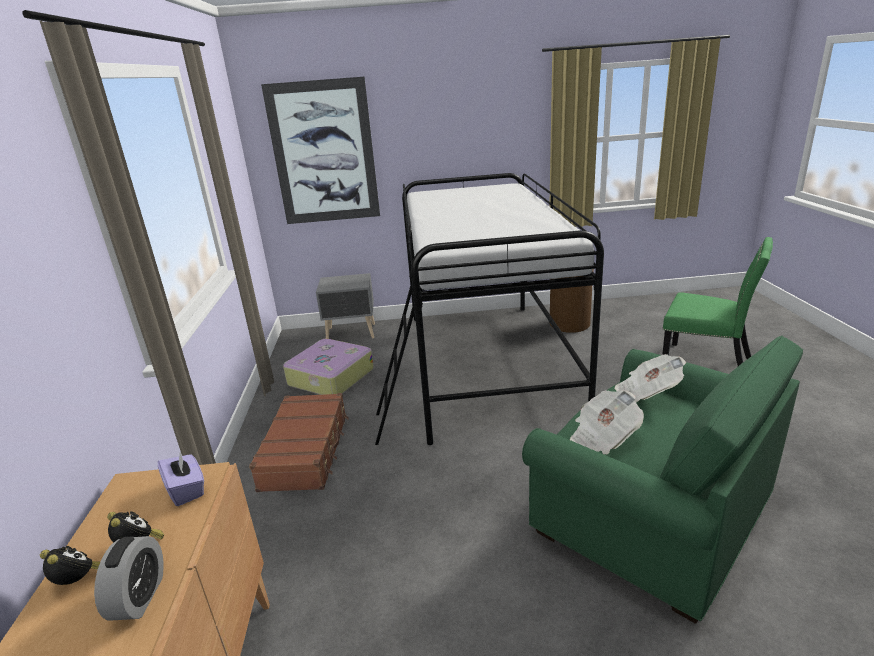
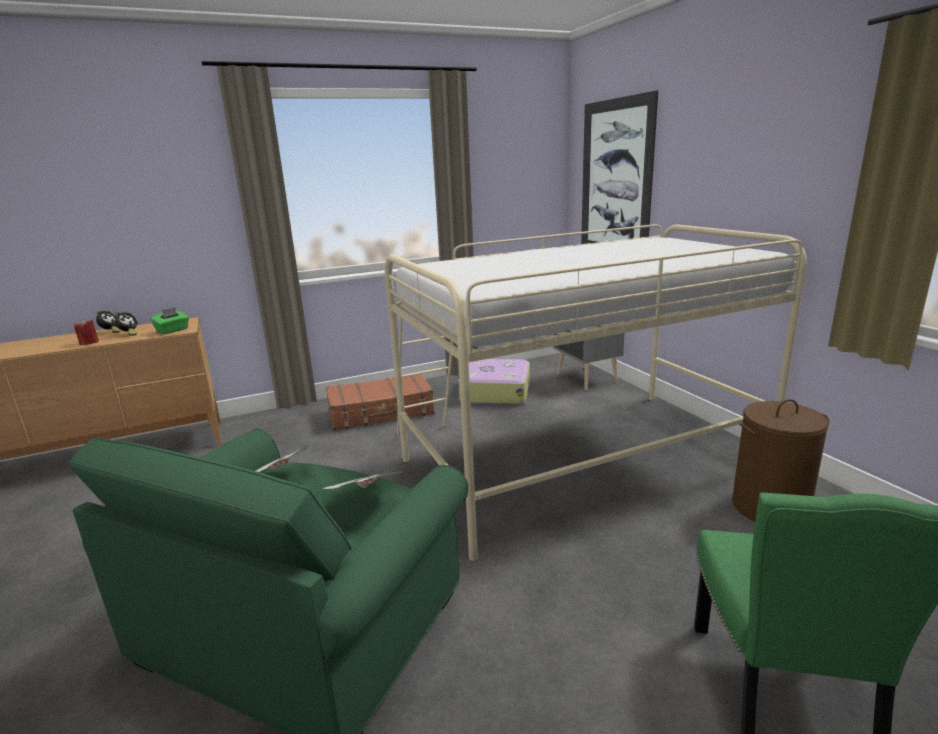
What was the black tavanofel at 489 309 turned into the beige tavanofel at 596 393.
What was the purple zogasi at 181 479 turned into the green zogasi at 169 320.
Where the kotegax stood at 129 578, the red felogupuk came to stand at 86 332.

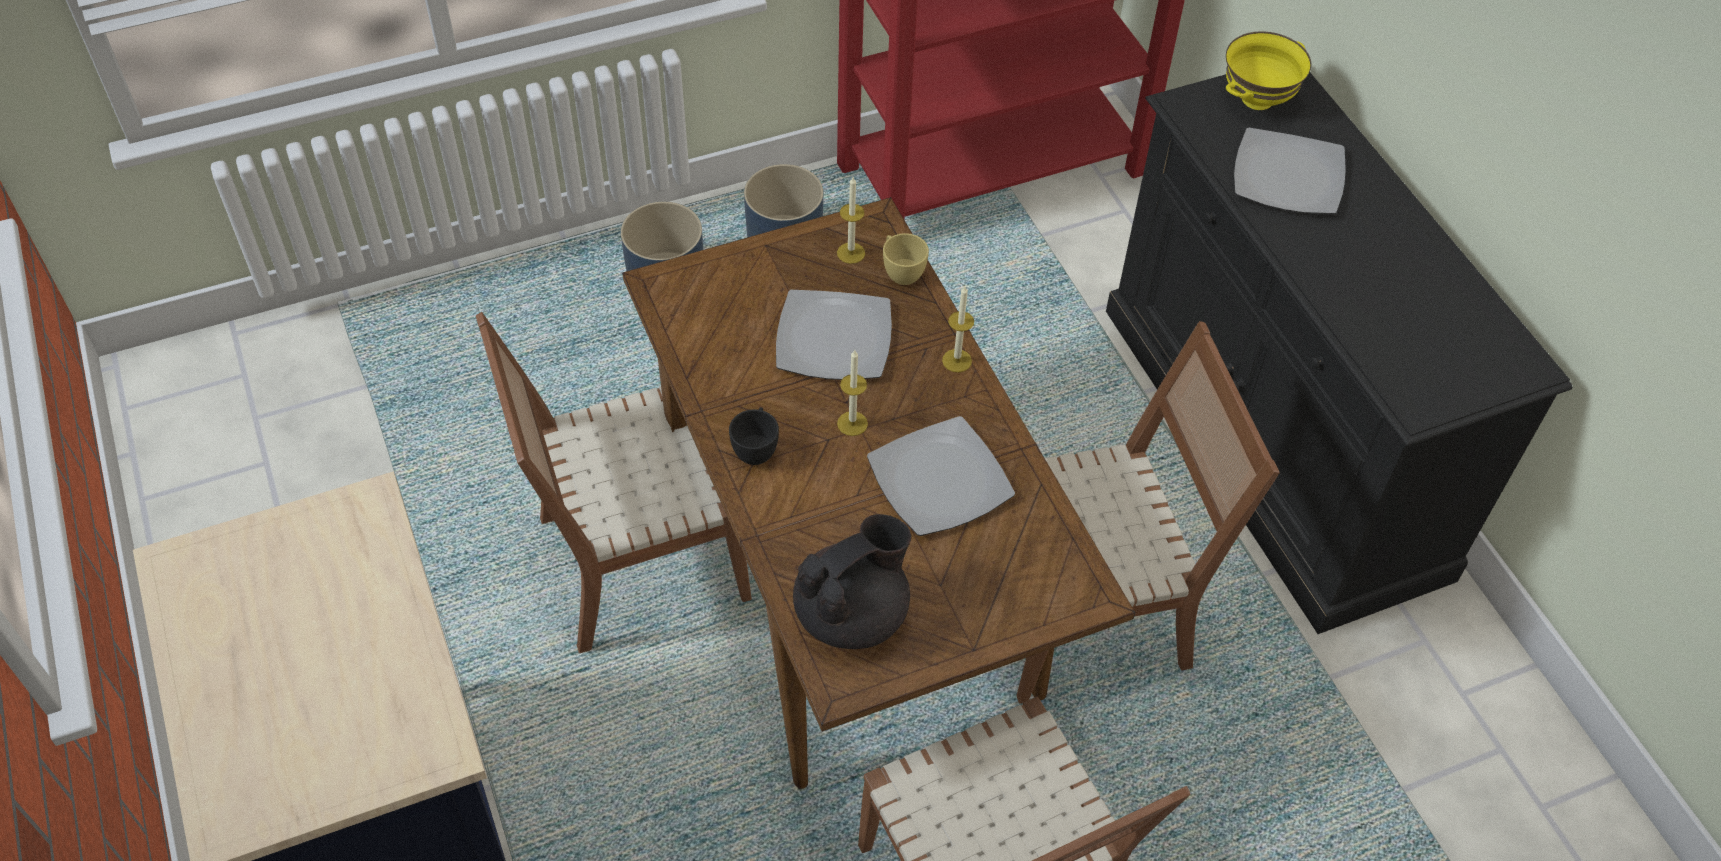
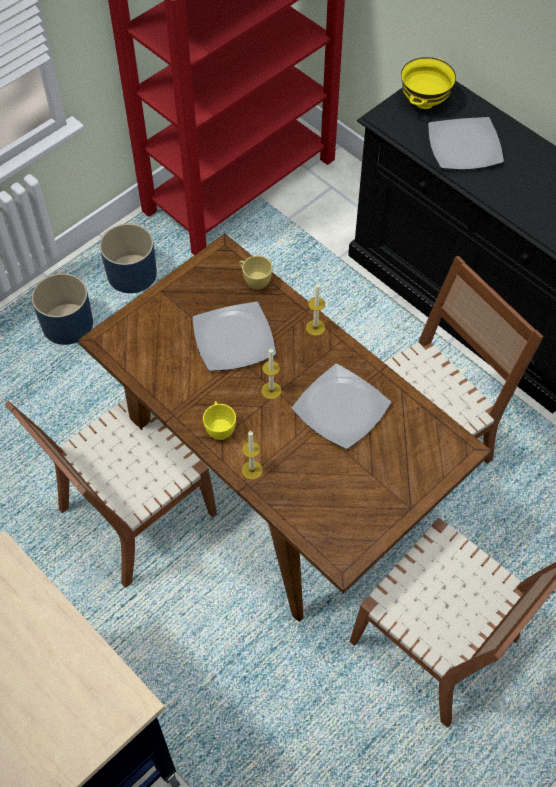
The felogupuk ended up elsewhere, having gone from 851 220 to 252 455.
What was the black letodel at 754 436 turned into the yellow letodel at 219 420.
The second view lost the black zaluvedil at 852 581.

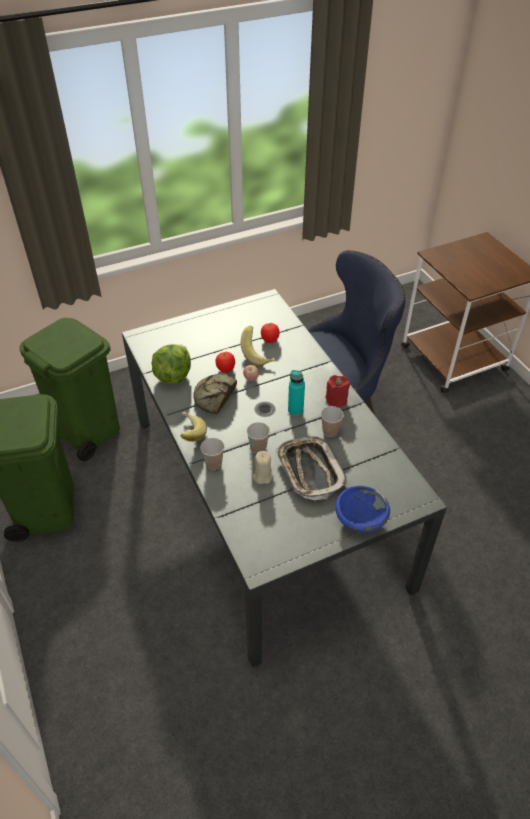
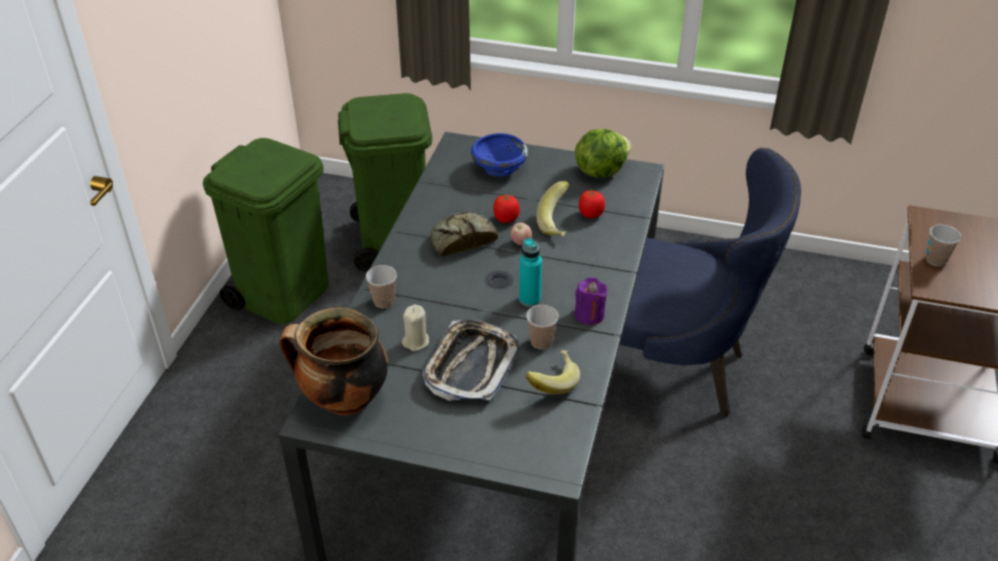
The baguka ended up elsewhere, having gone from 171 364 to 603 153.
What was the red felogupuk at 337 391 turned into the purple felogupuk at 591 301.
The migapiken ended up elsewhere, having gone from 194 426 to 552 372.
The letodel ended up elsewhere, having gone from 258 438 to 943 245.
The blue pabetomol ended up elsewhere, having gone from 362 509 to 499 155.
The second view gained the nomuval at 333 361.

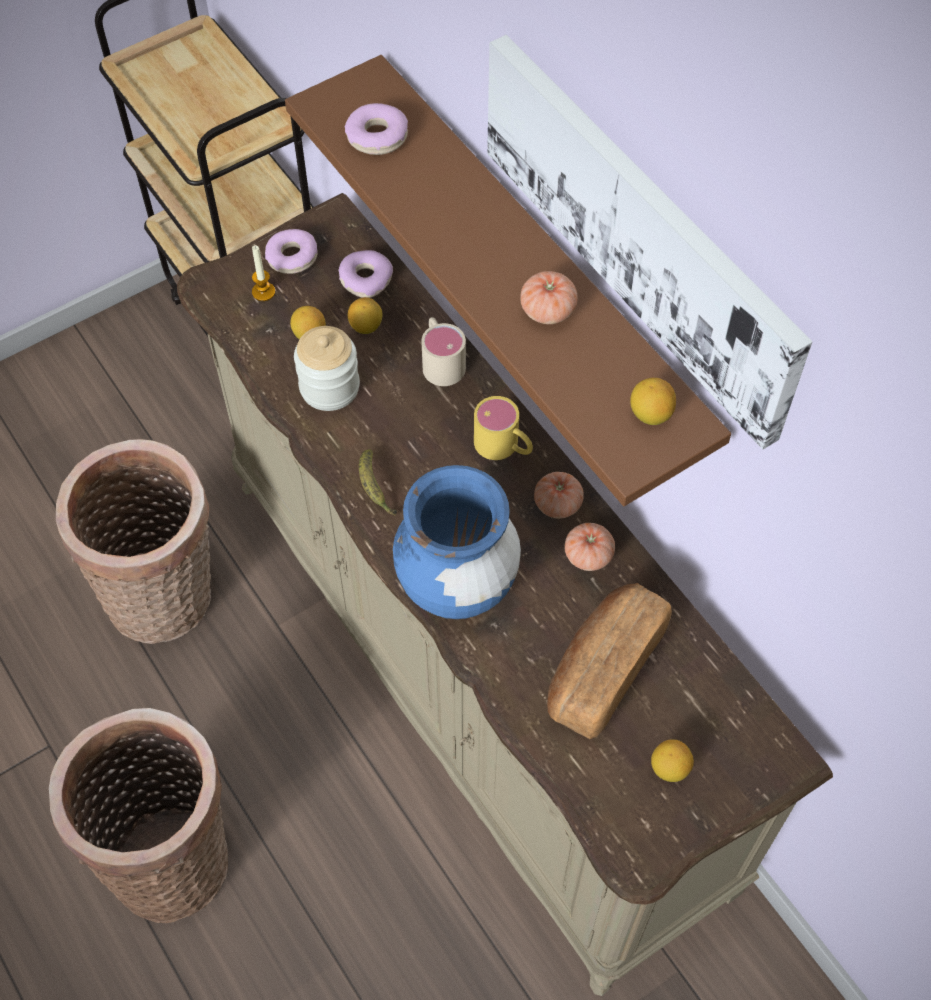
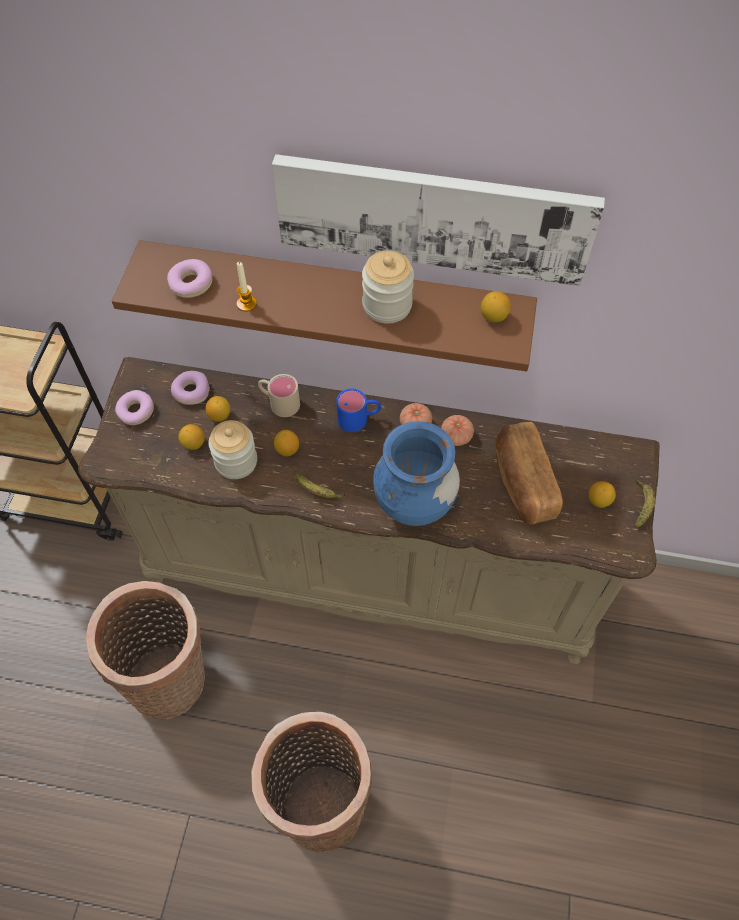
The felogupuk ended up elsewhere, having gone from 263 273 to 247 287.
Where the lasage stood at 549 297, the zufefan came to stand at 388 287.
What was the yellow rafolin at 503 428 turned into the blue rafolin at 359 410.
The second view gained the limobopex at 286 443.
The second view gained the migapiken at 645 504.

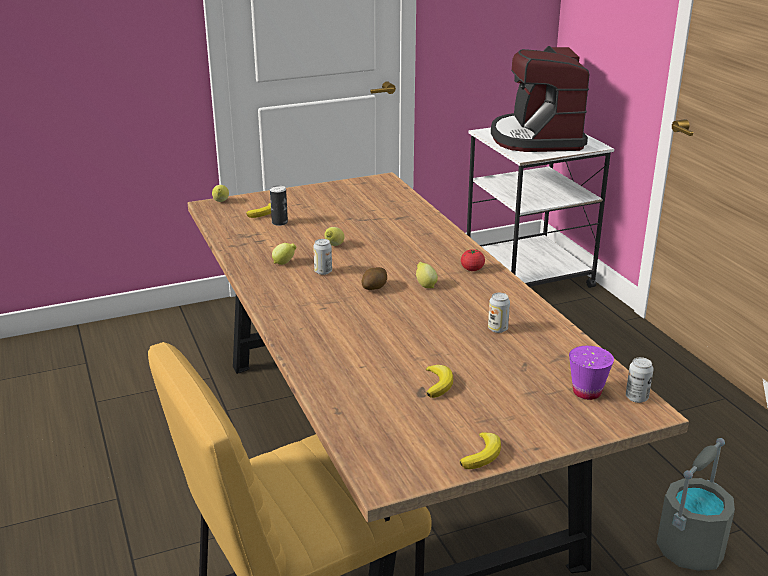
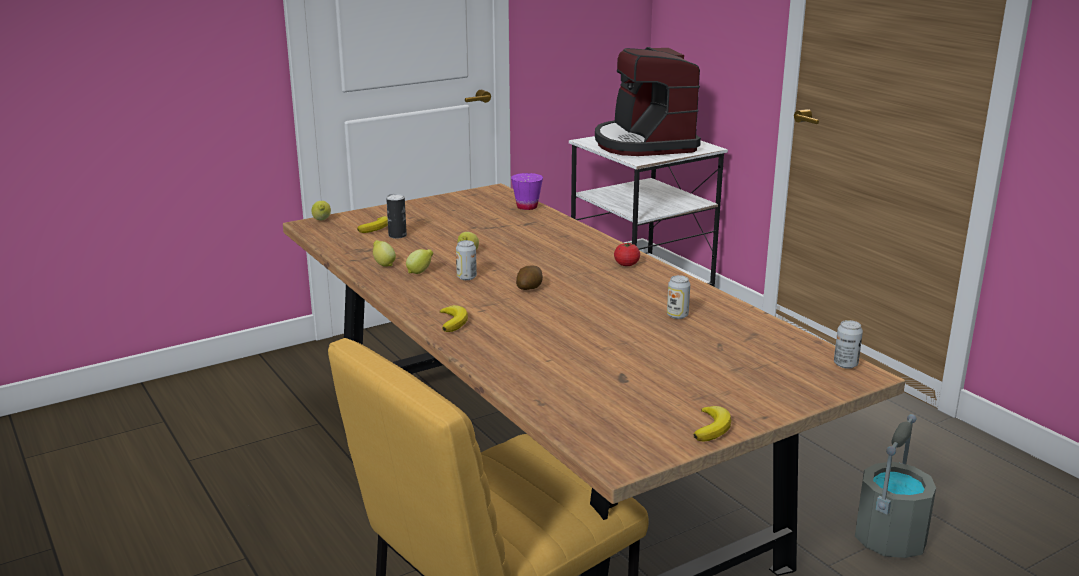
The limobopex ended up elsewhere, having gone from 427 275 to 384 253.
The purple letodel ended up elsewhere, having gone from 591 373 to 527 191.
The migapiken ended up elsewhere, having gone from 439 381 to 454 318.

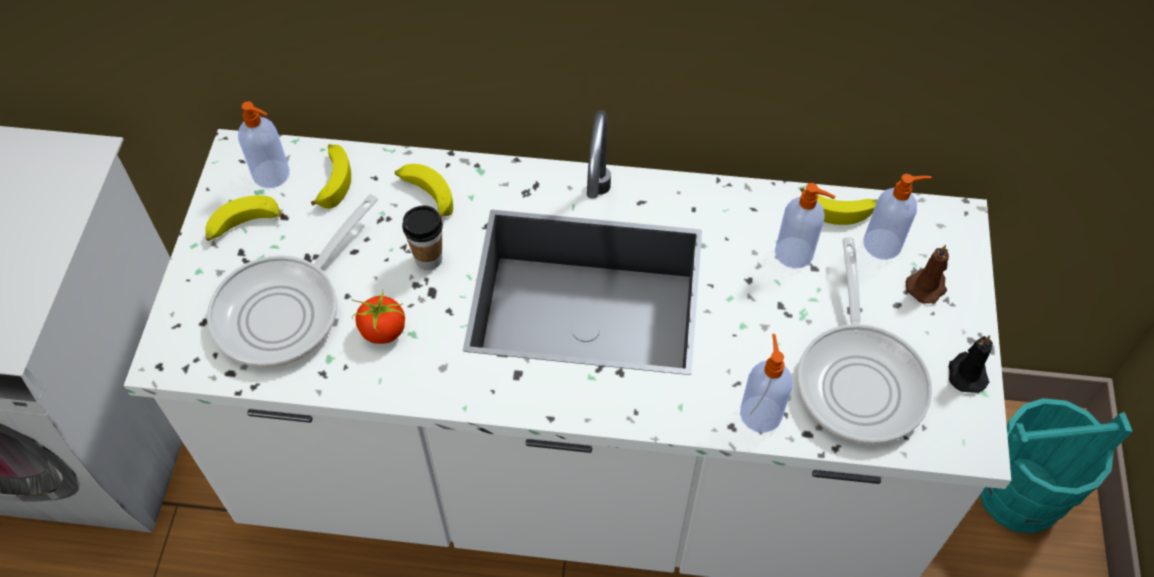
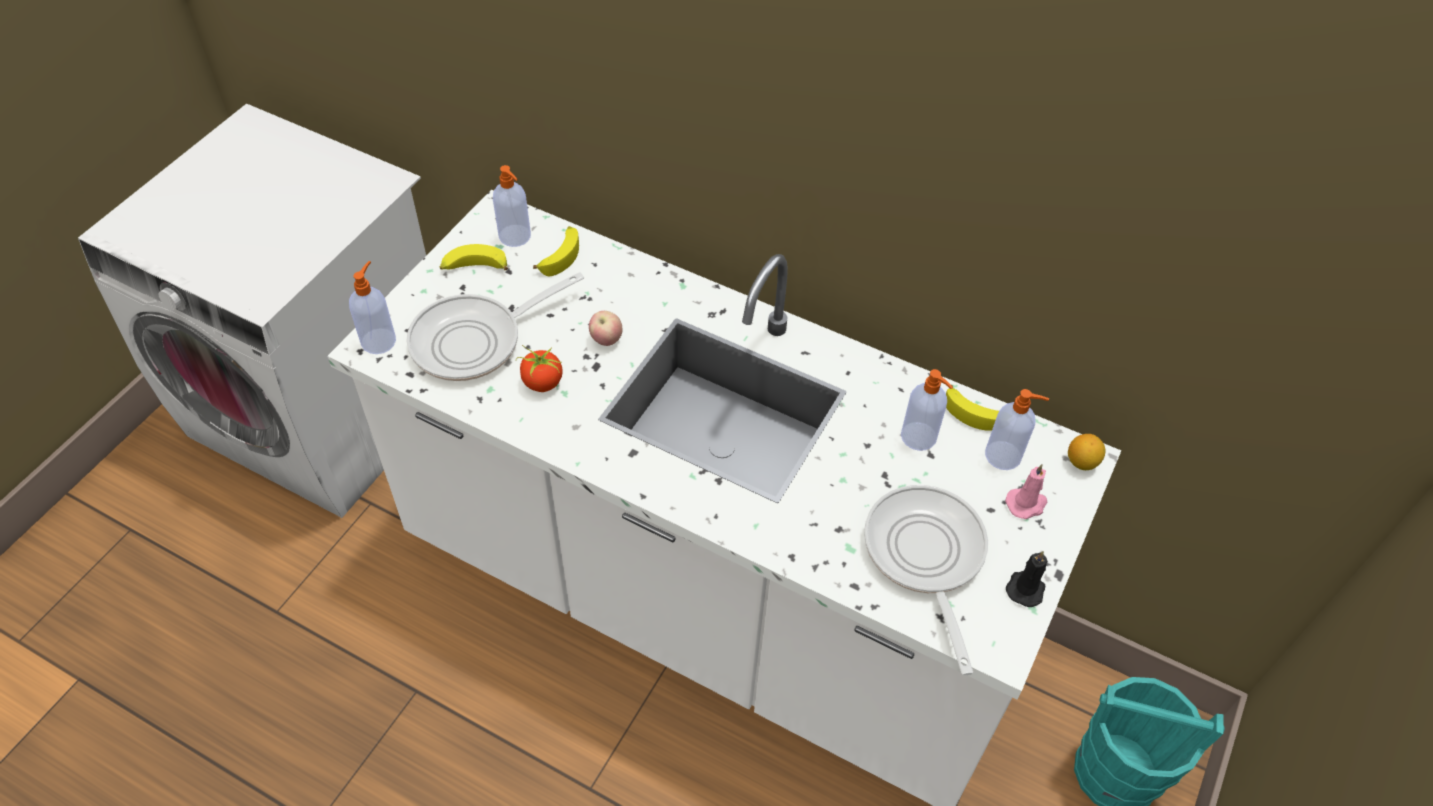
The second view lost the migapiken at 424 191.
Where the letodel stood at 422 237, the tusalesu came to stand at 606 328.
The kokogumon at 864 341 ended up facing another way, 150 degrees clockwise from before.
What was the brown felogupuk at 927 274 turned into the pink felogupuk at 1026 491.
The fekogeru ended up elsewhere, having gone from 766 383 to 372 307.
The second view gained the limobopex at 1087 452.

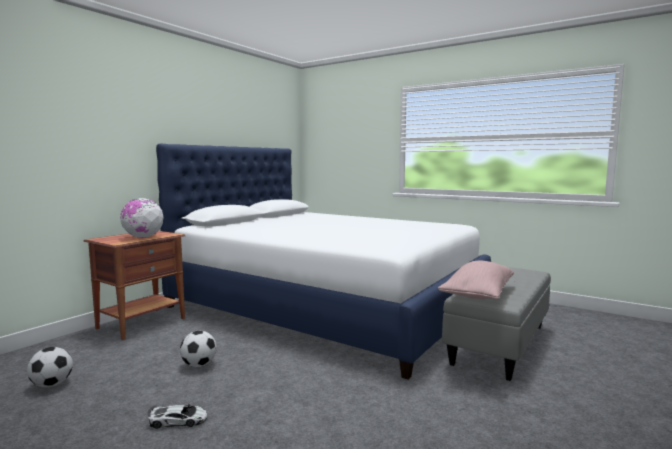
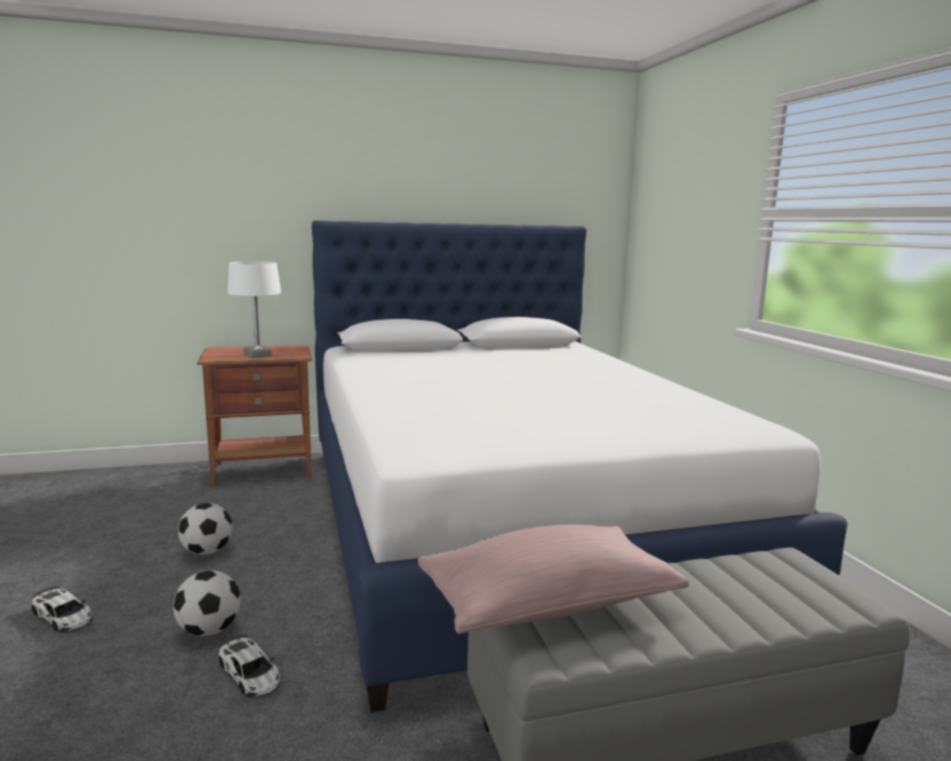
Where the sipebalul stood at 141 218, the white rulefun came to stand at 254 309.
The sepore ended up elsewhere, having gone from 50 367 to 207 603.
The second view gained the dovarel at 249 666.

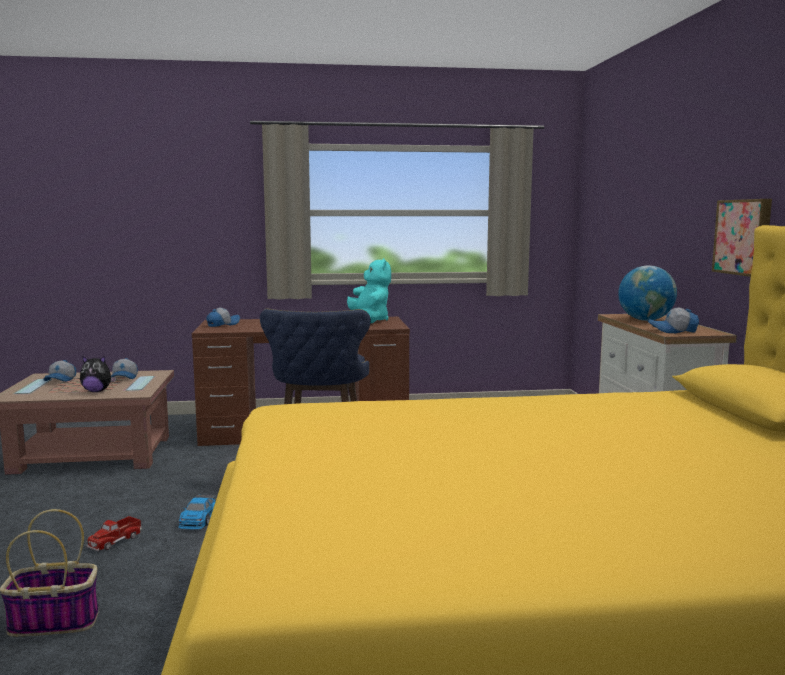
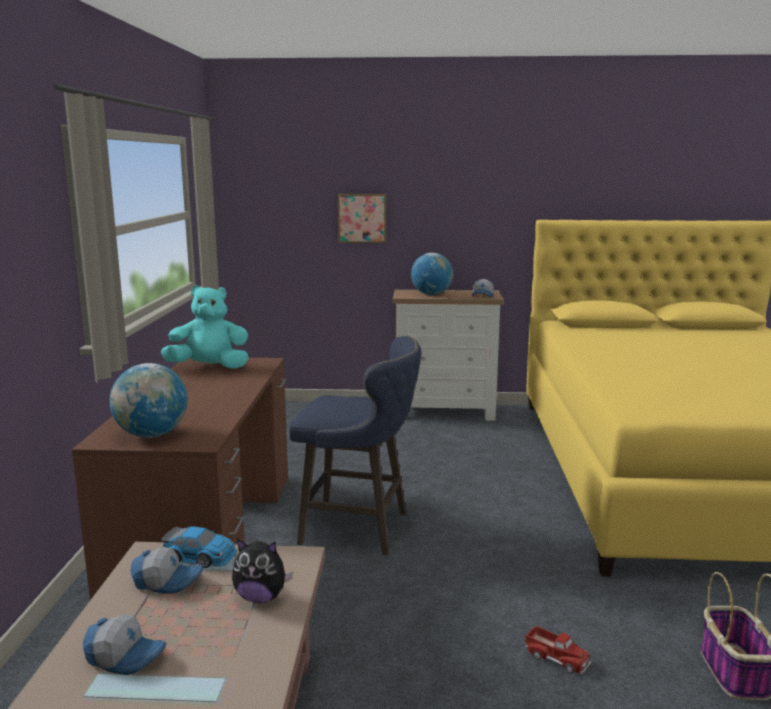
The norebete ended up elsewhere, having gone from 742 238 to 362 218.
Where the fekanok stood at 223 317, the sipebalul came to stand at 148 400.
The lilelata at 98 374 ended up facing another way, 90 degrees clockwise from before.
The dovarel ended up elsewhere, having gone from 197 512 to 199 547.

